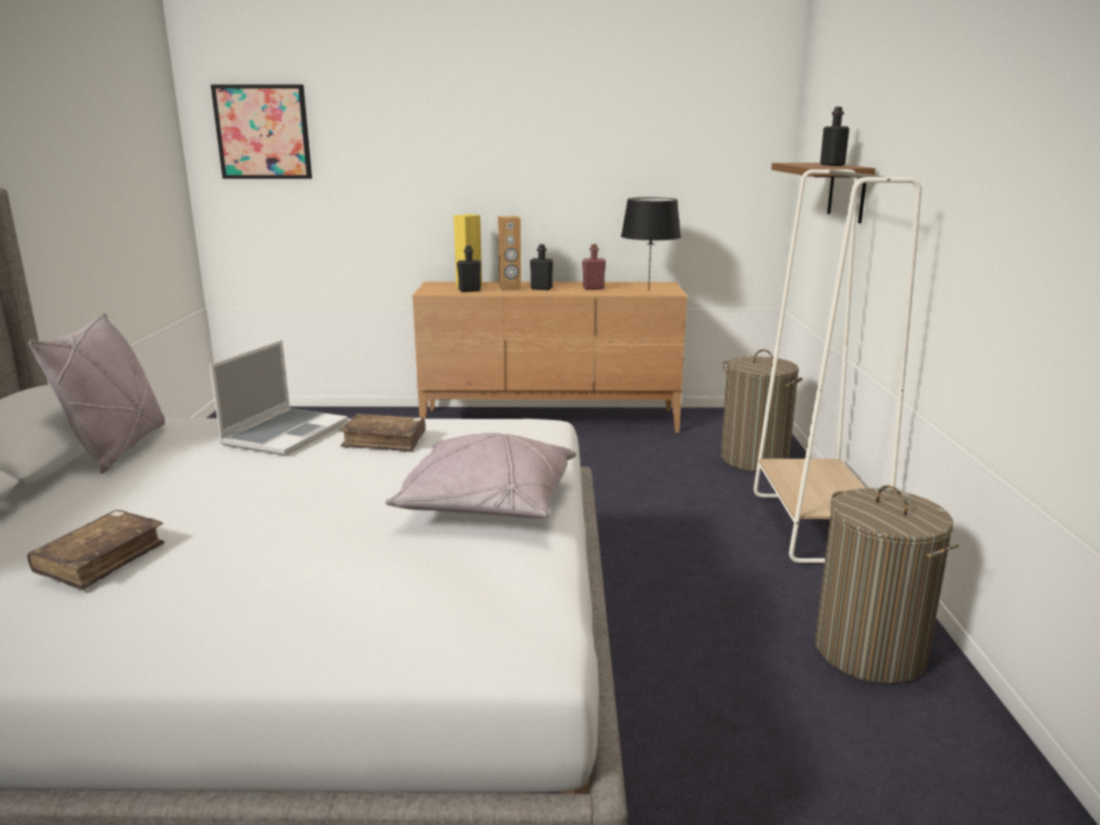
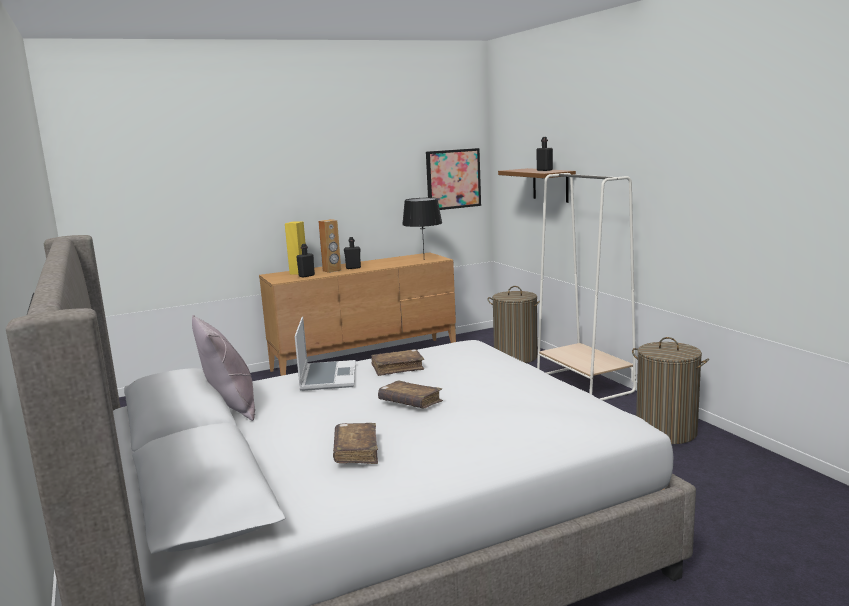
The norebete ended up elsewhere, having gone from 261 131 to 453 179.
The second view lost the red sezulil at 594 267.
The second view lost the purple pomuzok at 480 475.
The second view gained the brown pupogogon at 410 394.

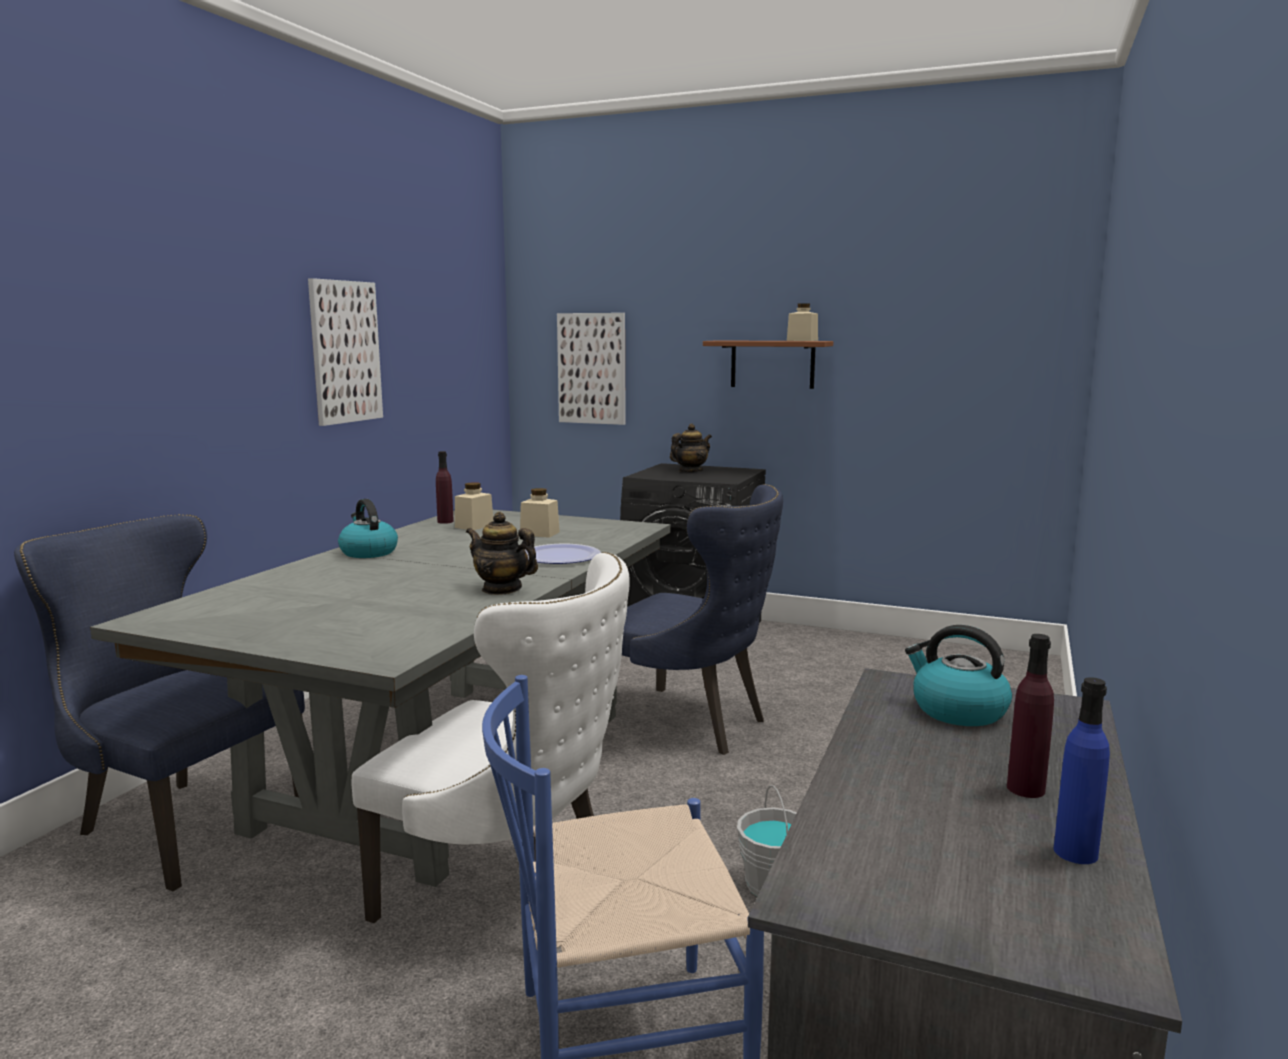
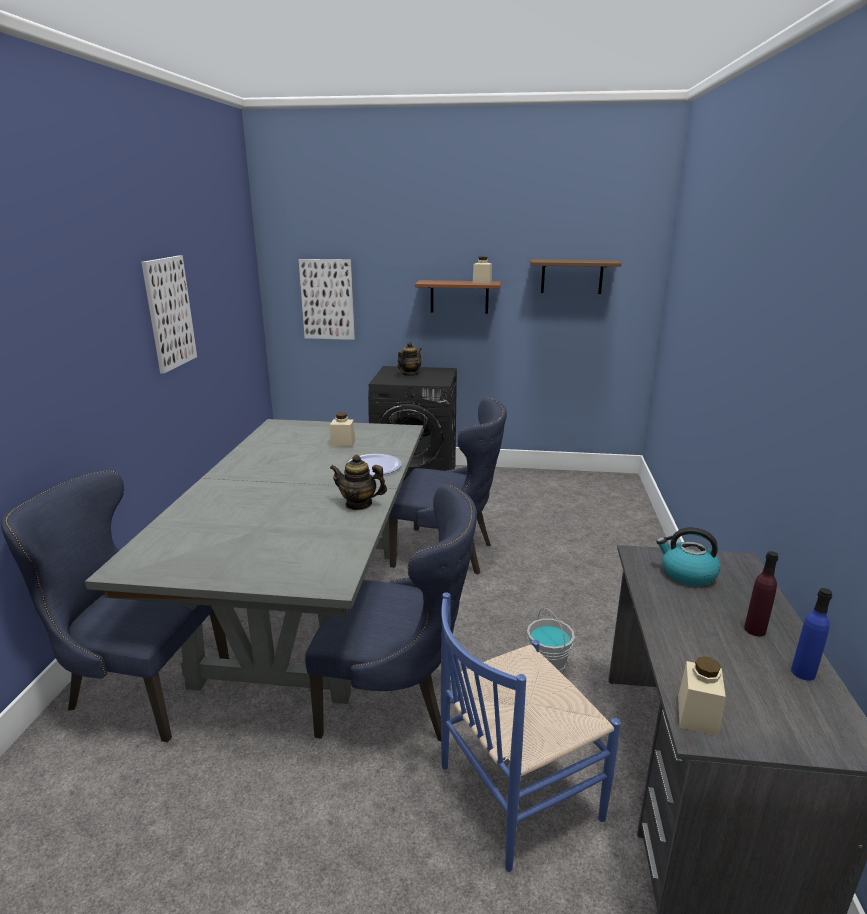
The second view lost the purple sezulil at 445 487.
The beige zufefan ended up elsewhere, having gone from 474 506 to 702 696.
The second view lost the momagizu at 368 528.
What was the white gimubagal at 491 737 turned into the blue gimubagal at 391 612.
The second view gained the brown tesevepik at 576 276.

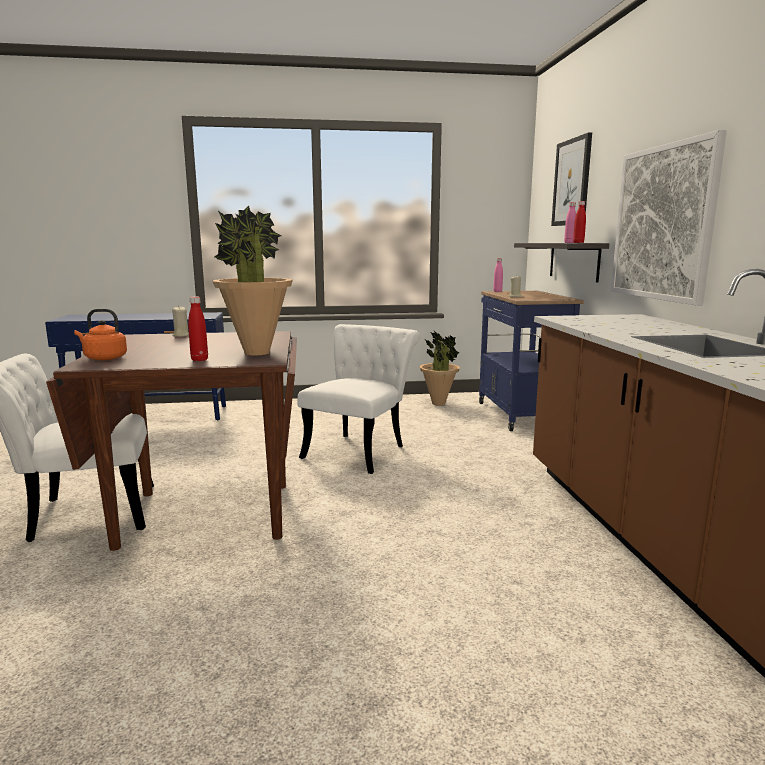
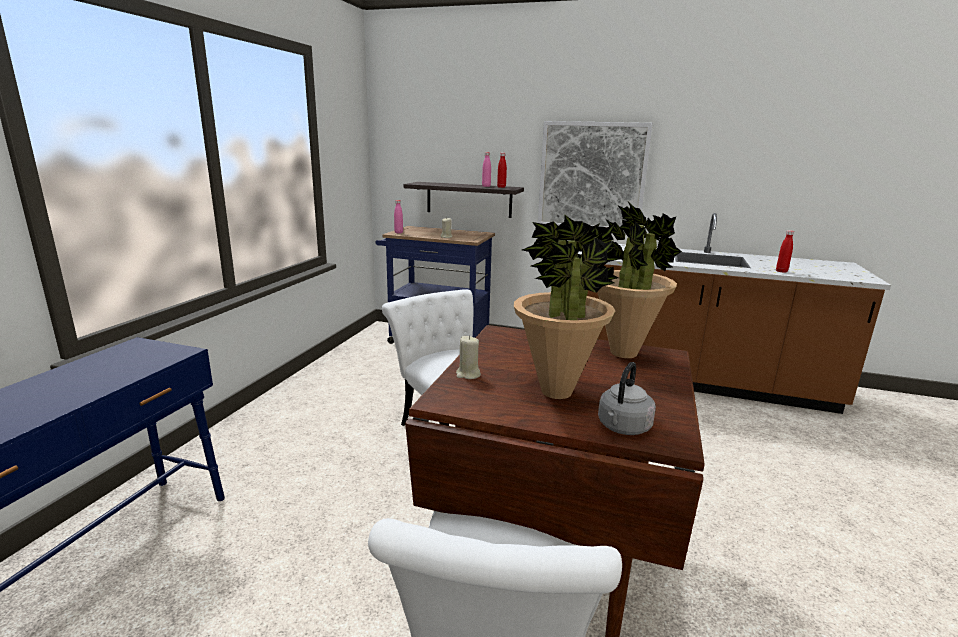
The second view lost the norebete at 571 179.
The red sezulil ended up elsewhere, having gone from 198 328 to 785 251.
What was the orange momagizu at 100 334 turned into the grey momagizu at 627 398.
The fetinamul ended up elsewhere, having gone from 440 368 to 567 307.

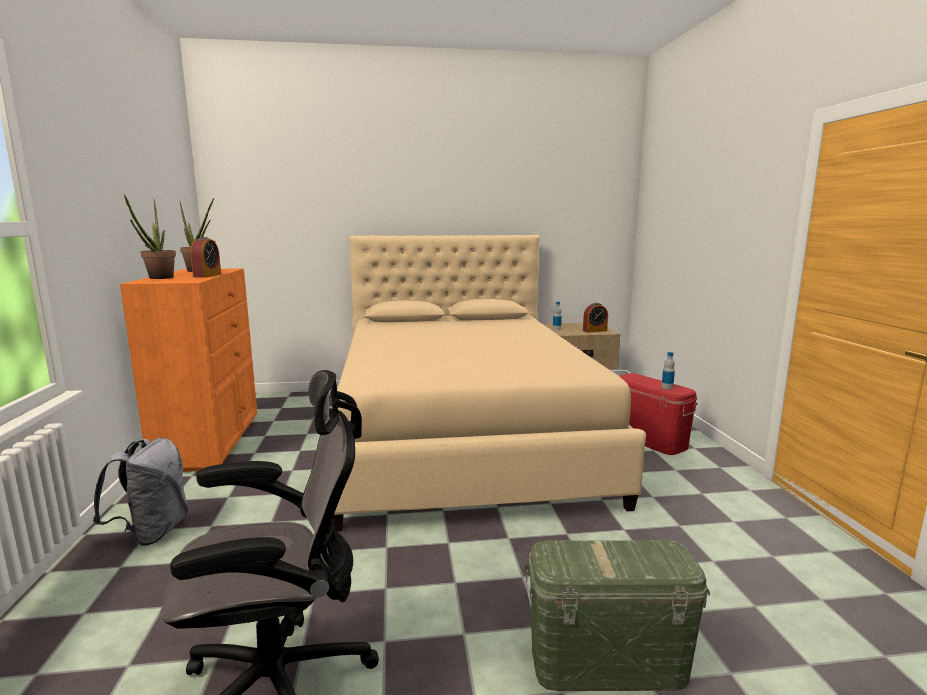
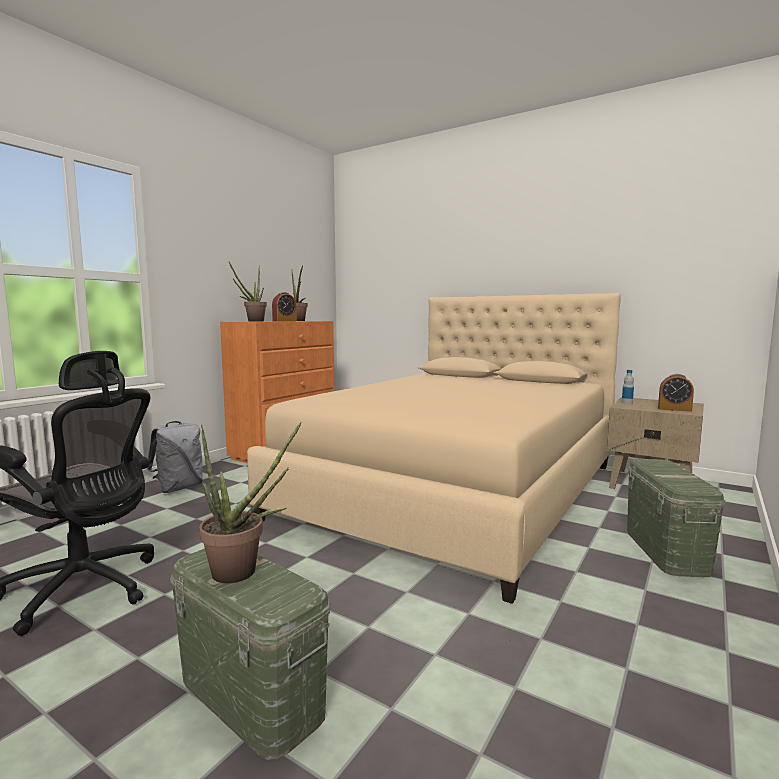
The second view lost the sezulil at 668 370.
What was the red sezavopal at 658 414 turned into the green sezavopal at 676 518.
The second view gained the fetinamul at 250 503.

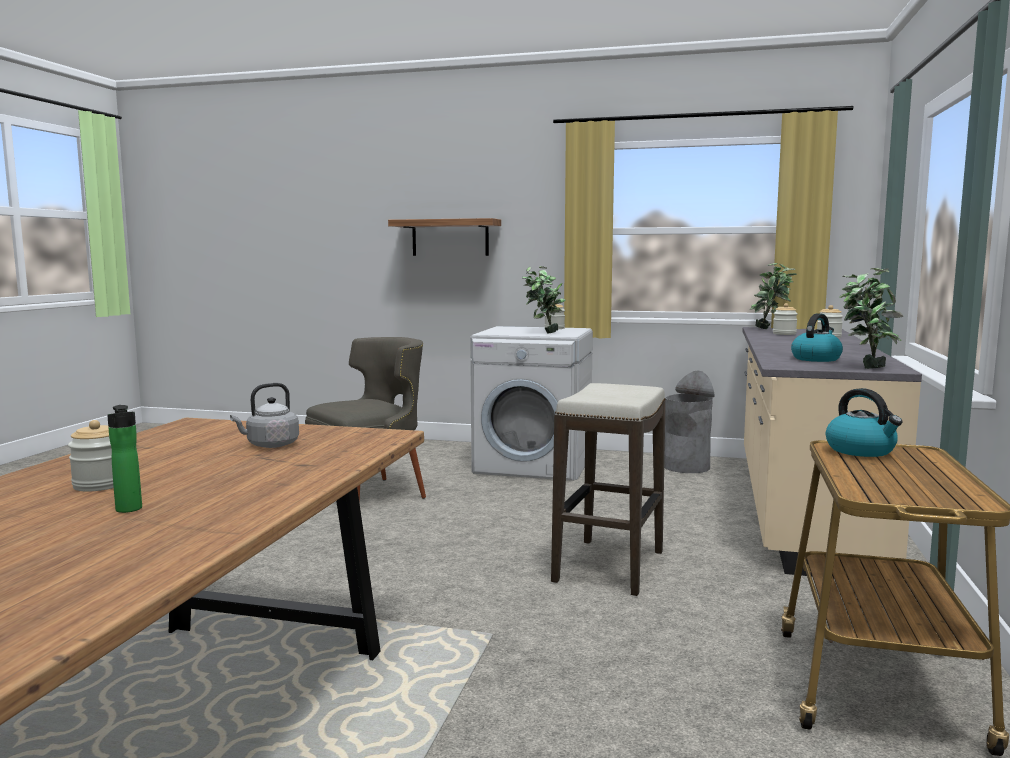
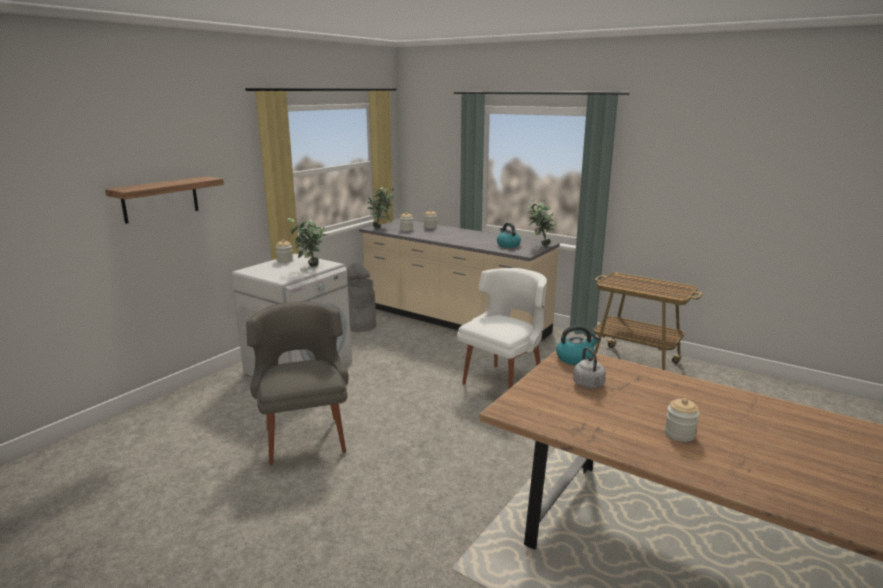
Where the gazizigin stood at 608 489, the white gimubagal came to stand at 502 328.
The momagizu ended up elsewhere, having gone from 864 422 to 578 345.
The second view lost the sezulil at 124 459.

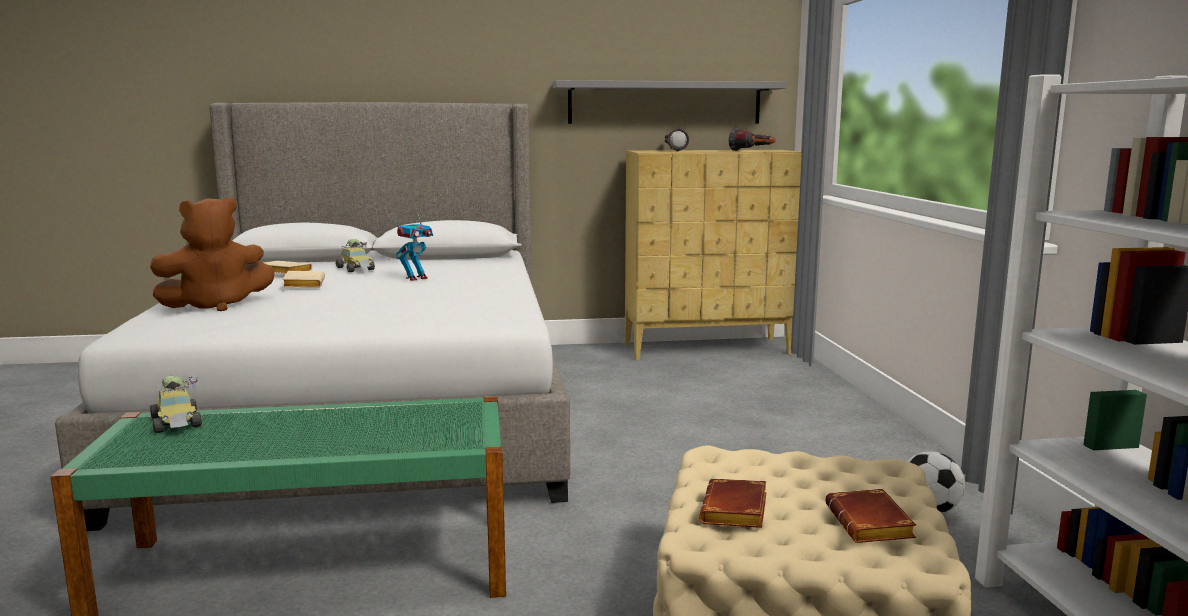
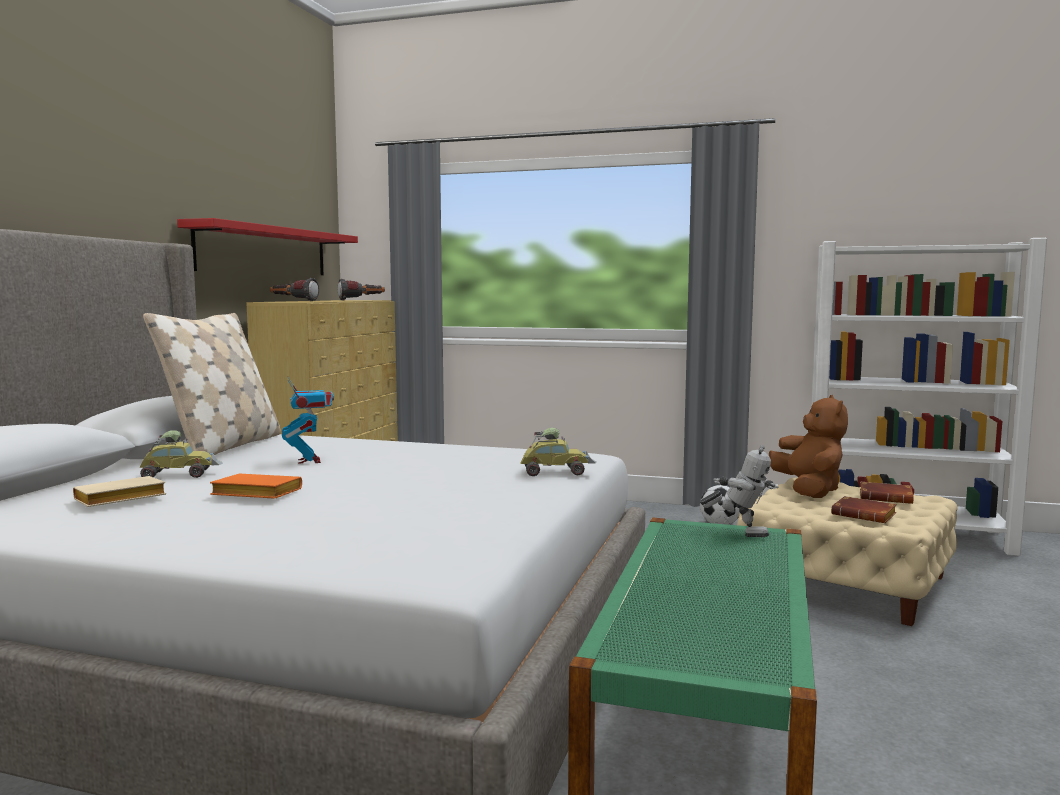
What was the grey tesevepik at 669 102 turned into the red tesevepik at 267 246.
The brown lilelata ended up elsewhere, having gone from 212 254 to 808 446.
What was the beige pupogogon at 303 279 turned into the orange pupogogon at 256 486.
The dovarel ended up elsewhere, having gone from 176 404 to 558 452.
The second view gained the beige pomuzok at 212 384.
The second view gained the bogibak at 739 491.

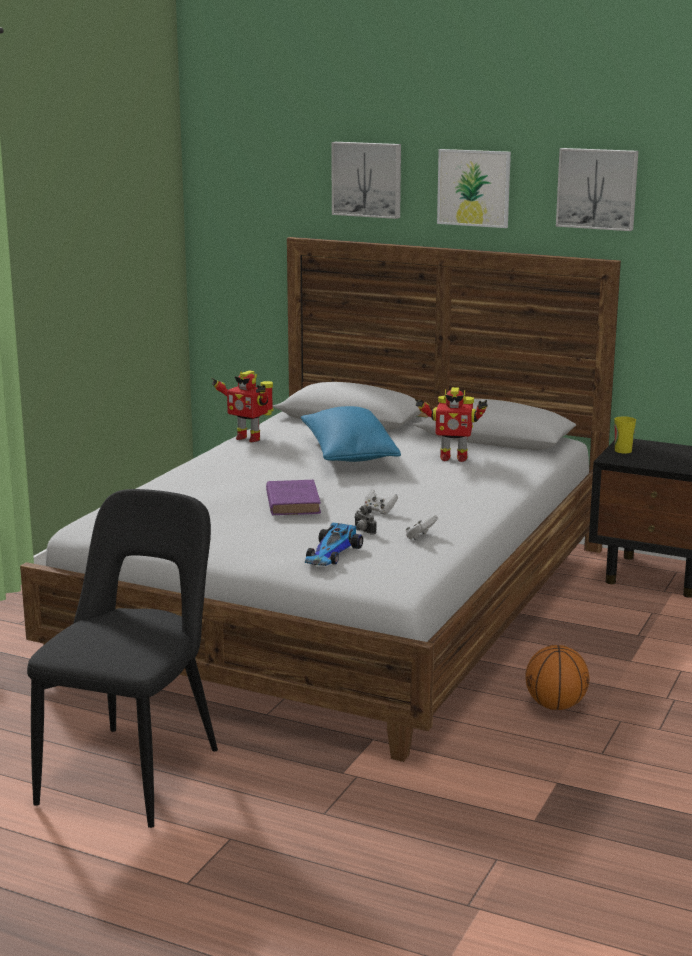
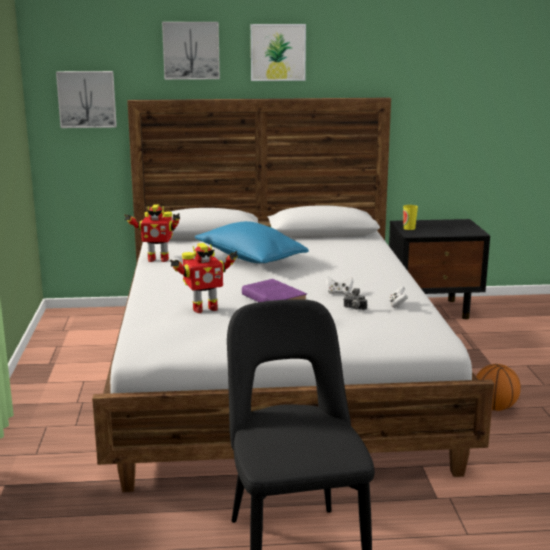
The norebete ended up elsewhere, having gone from 597 189 to 86 99.
The bogibak ended up elsewhere, having gone from 451 424 to 204 278.
The second view lost the dovarel at 334 544.

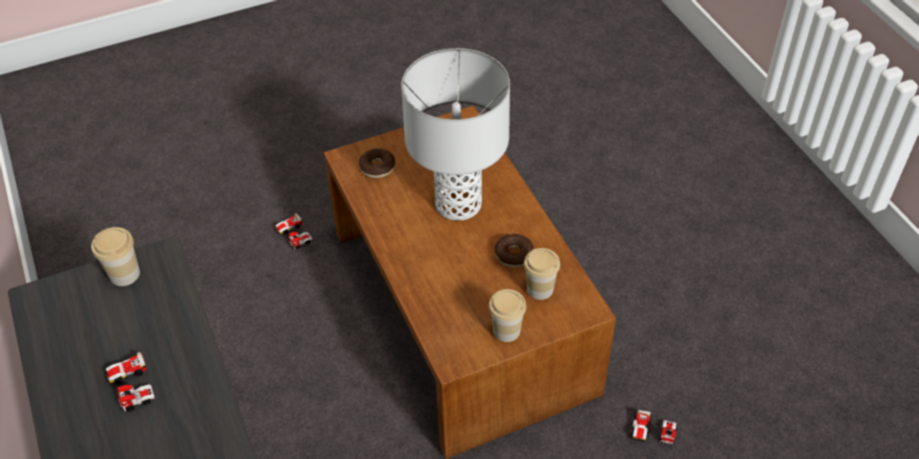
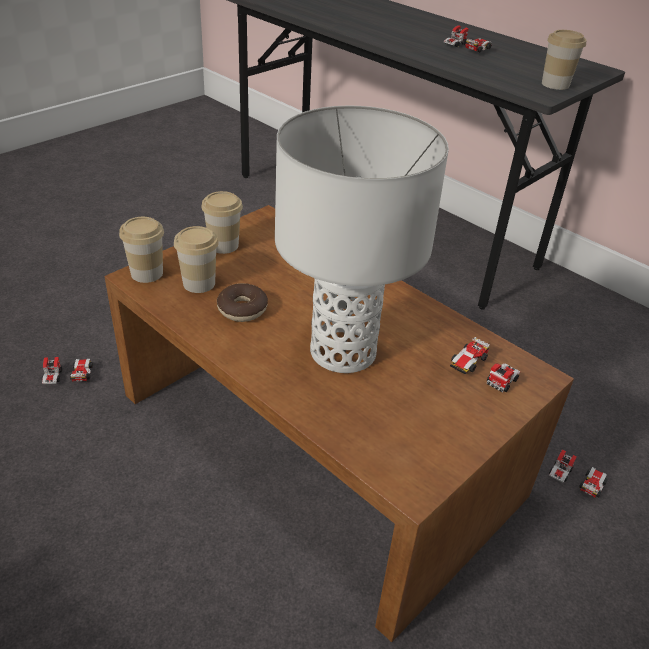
Where the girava stood at 377 163, the dovarel came to stand at 485 364.
The second view gained the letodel at 141 250.

